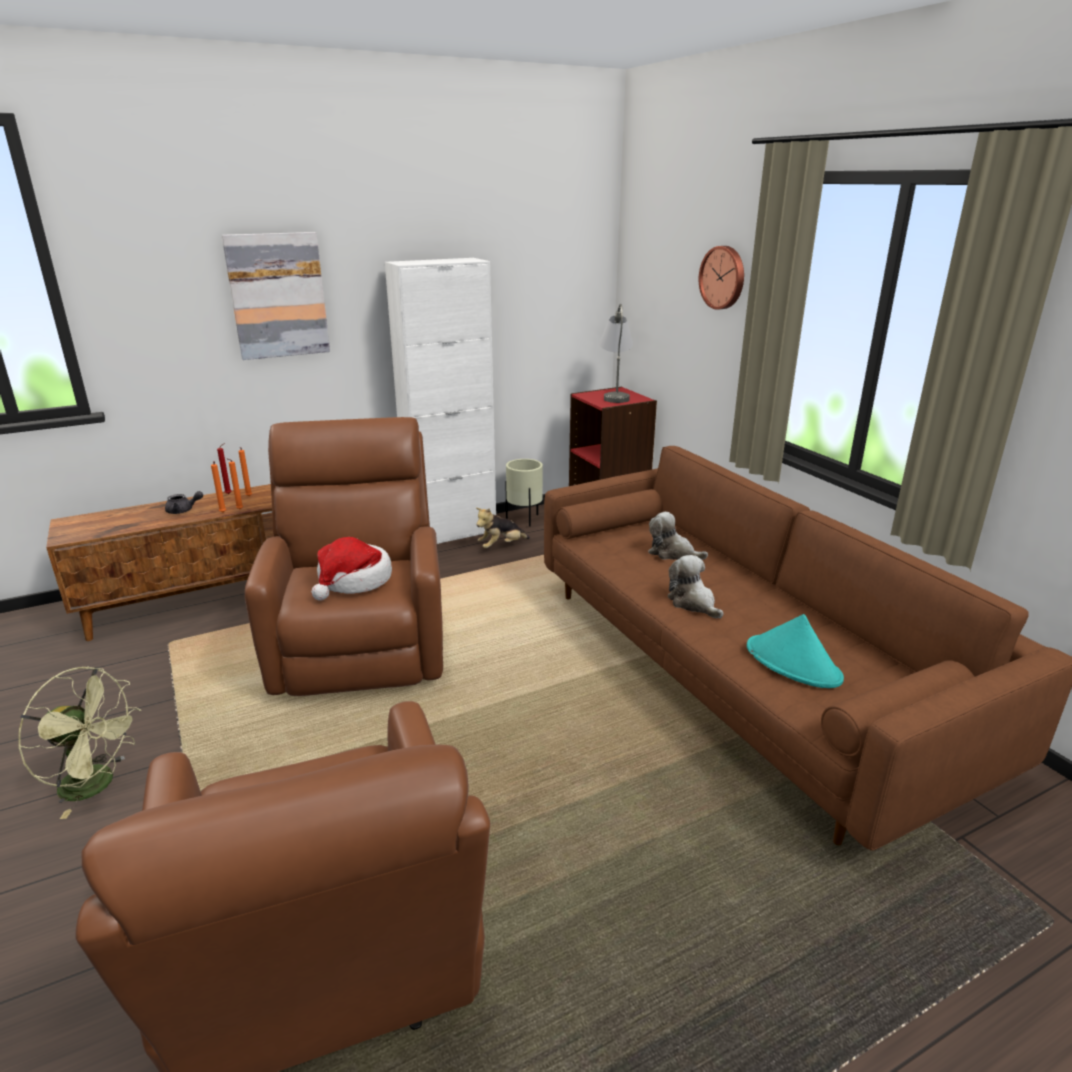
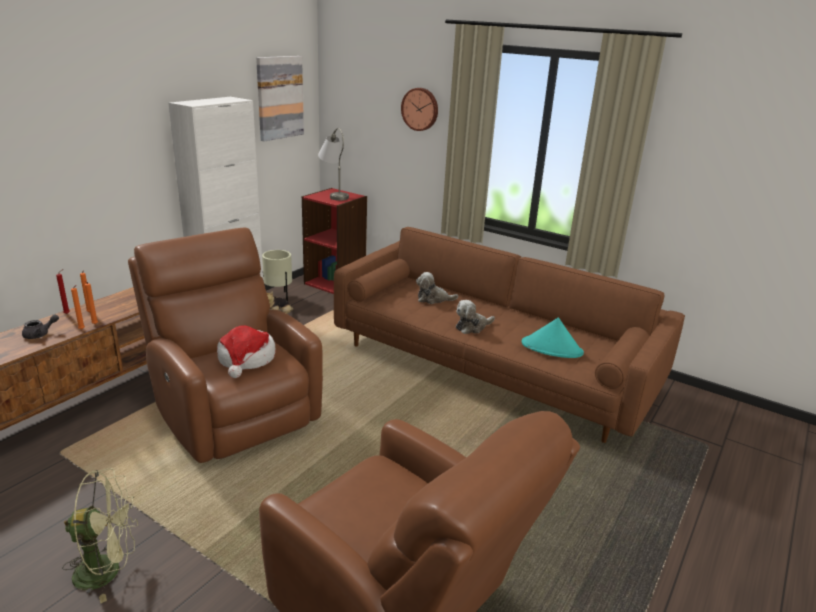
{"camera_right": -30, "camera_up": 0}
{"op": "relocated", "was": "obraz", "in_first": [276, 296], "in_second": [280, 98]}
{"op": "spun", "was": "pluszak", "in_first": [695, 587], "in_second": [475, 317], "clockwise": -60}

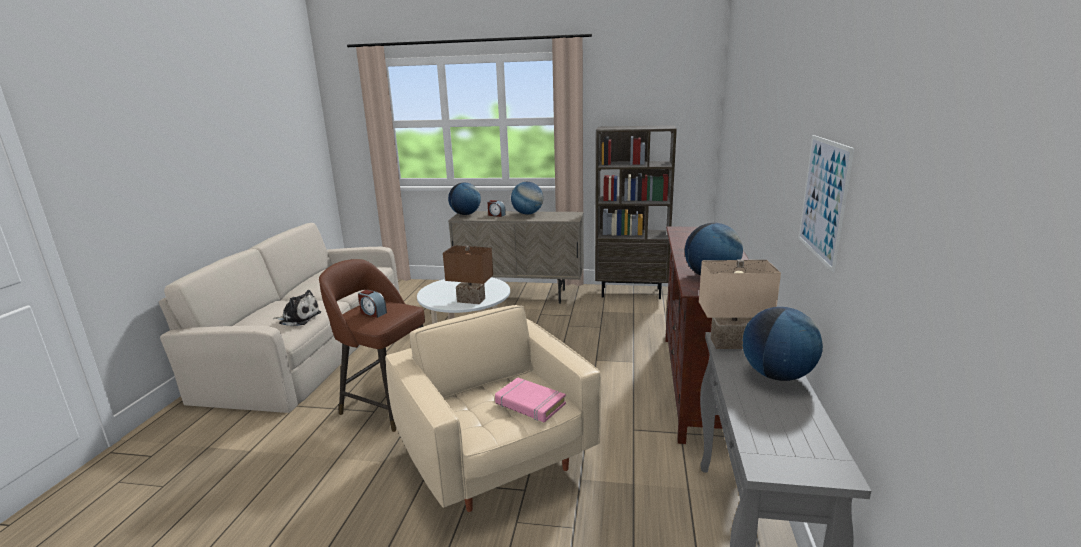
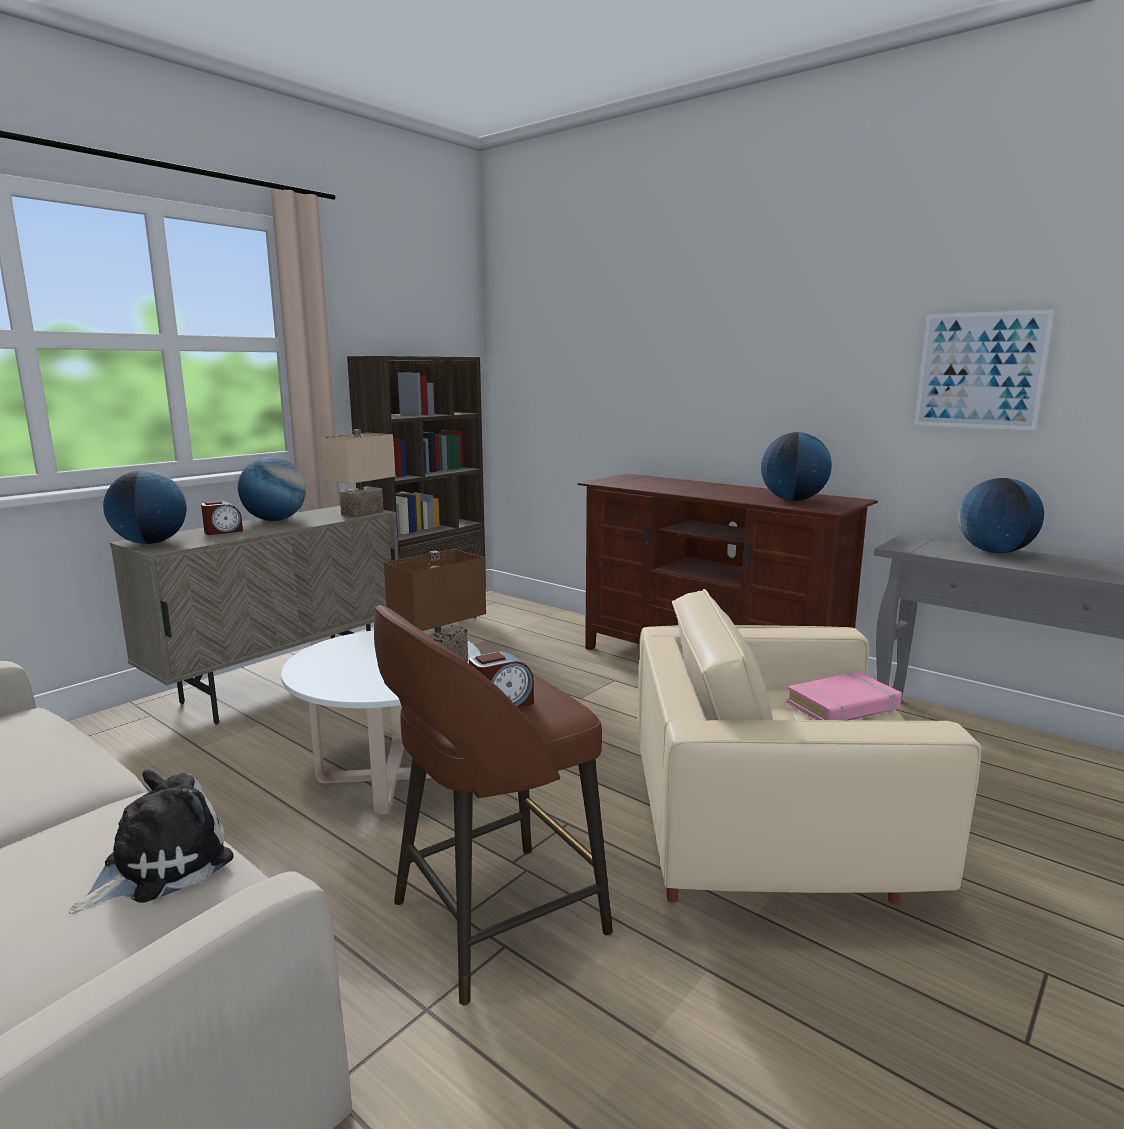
{"camera_right": -60, "camera_up": -5}
{"op": "relocated", "was": "lampa stołowa [beżowy]", "in_first": [740, 304], "in_second": [357, 473]}

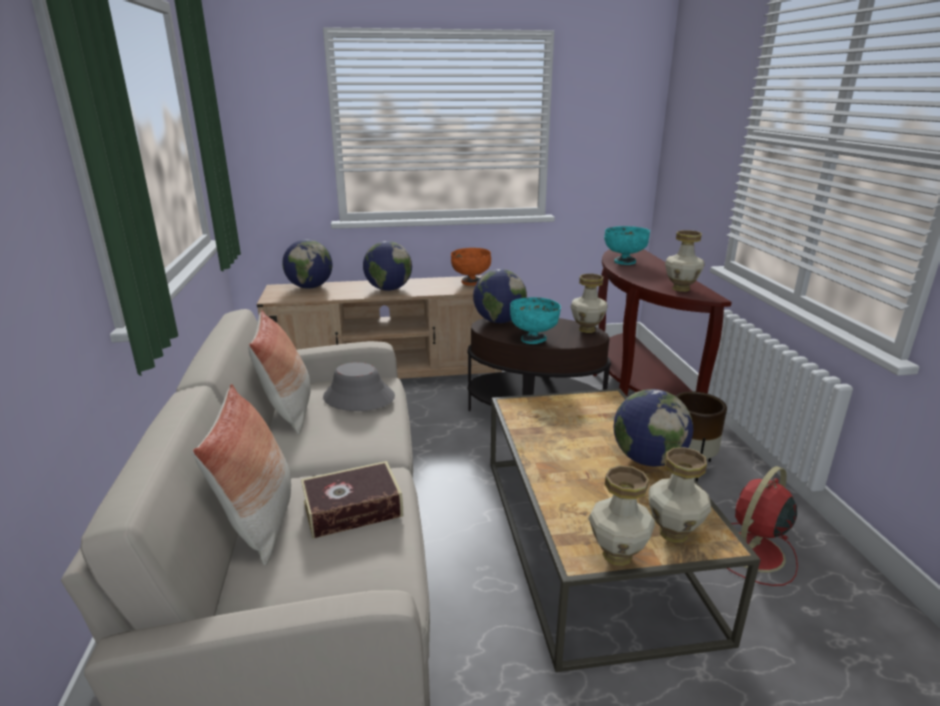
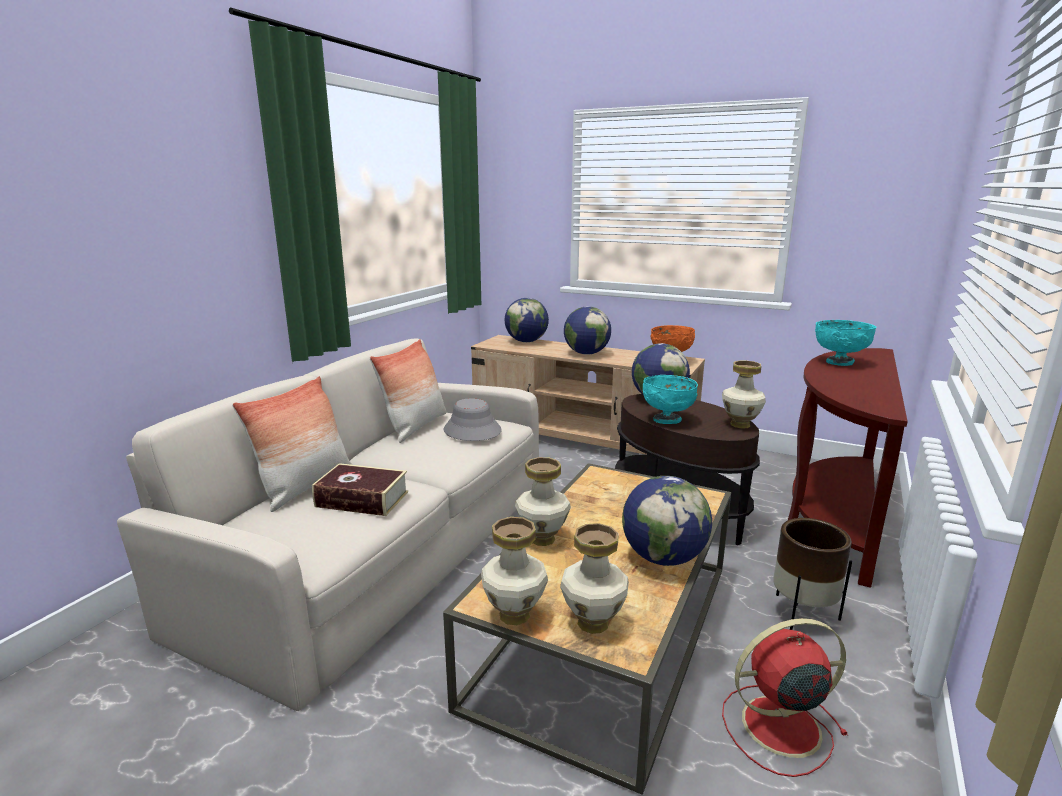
{"camera_right": 35, "camera_up": -5}
{"op": "relocated", "was": "wazon", "in_first": [684, 261], "in_second": [543, 501]}

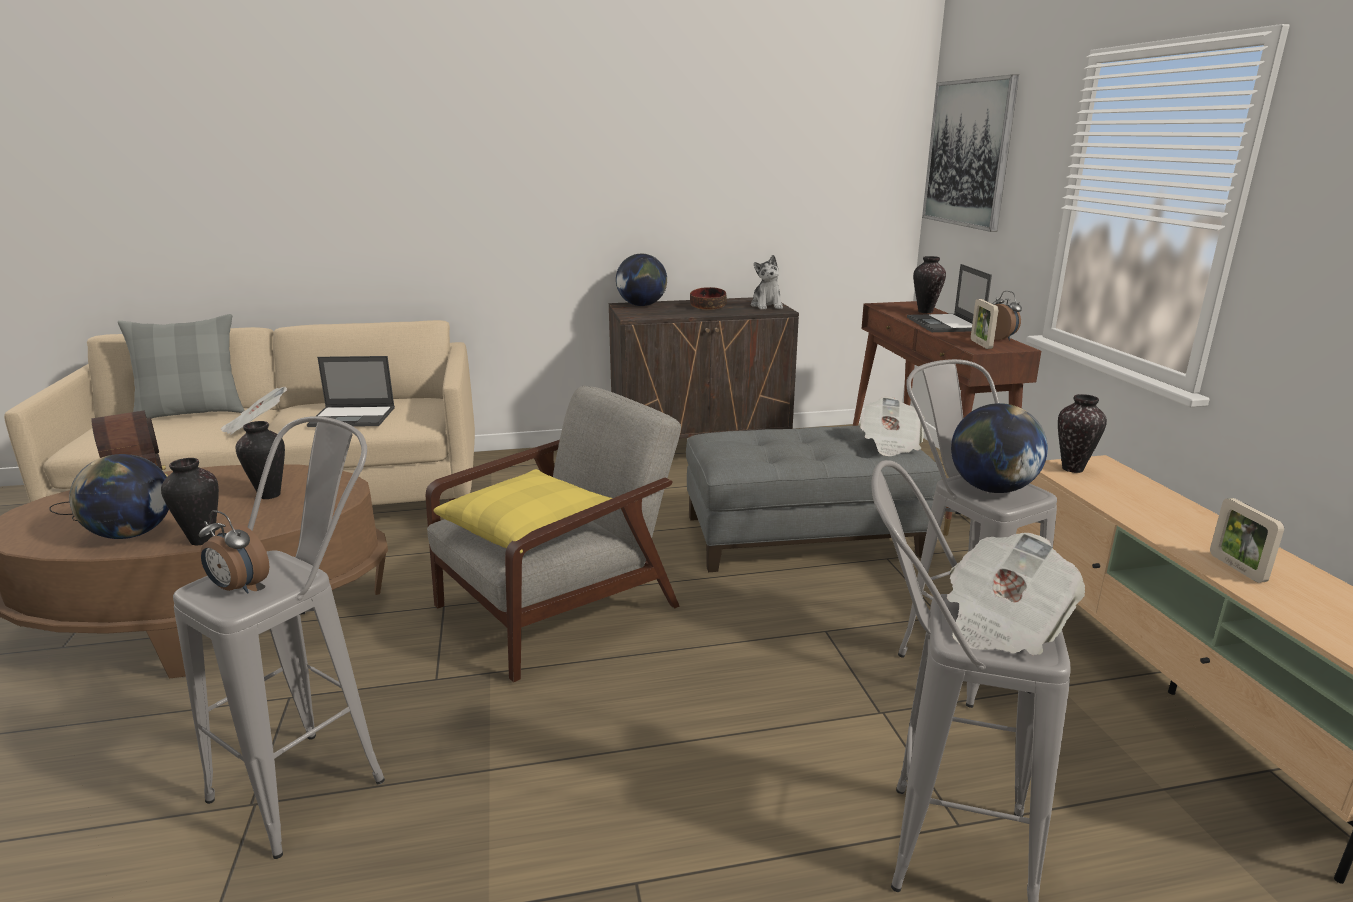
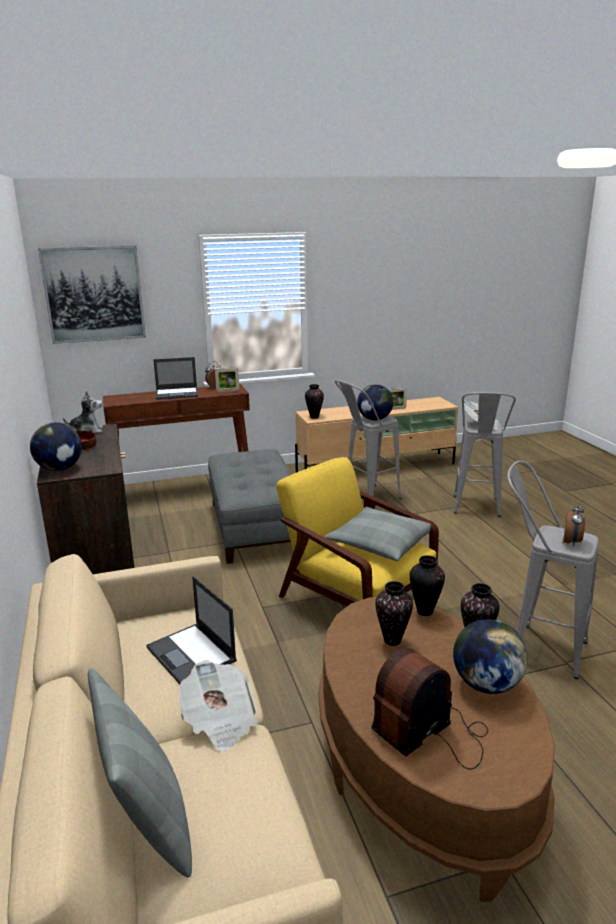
{"camera_right": -95, "camera_up": 0}
{"op": "relocated", "was": "wazon", "in_first": [929, 284], "in_second": [427, 585]}
{"op": "spun", "was": "laptop", "in_first": [351, 391], "in_second": [191, 630], "clockwise": 150}
{"op": "colour", "was": "fotel [szary]", "now": "fotel [żółty]", "in_first": [553, 534], "in_second": [357, 531]}
{"op": "missing", "was": "gazeta", "in_first": [892, 426]}
{"op": "colour", "was": "poduszka [żółty]", "now": "poduszka [szary]", "in_first": [522, 511], "in_second": [377, 534]}

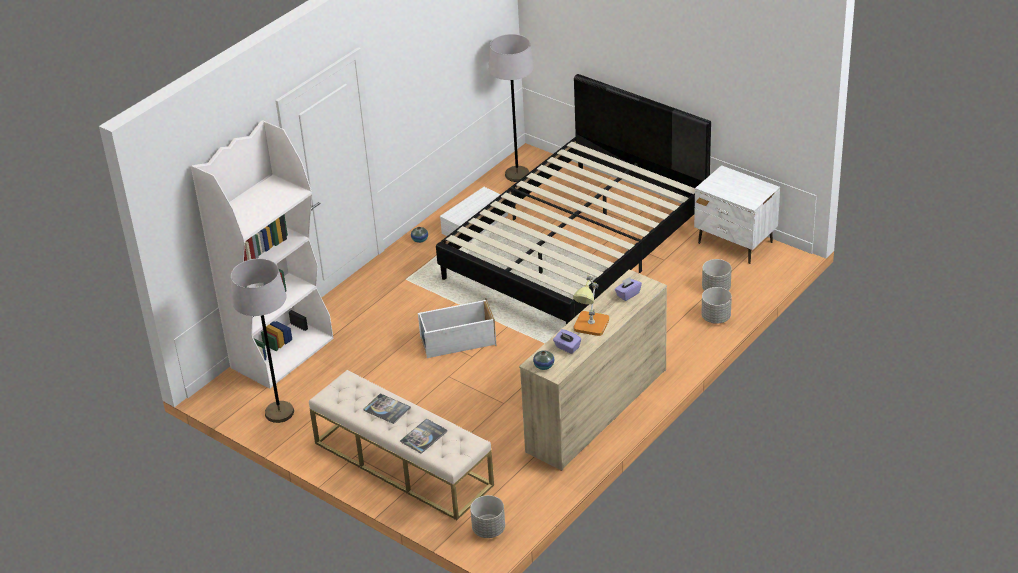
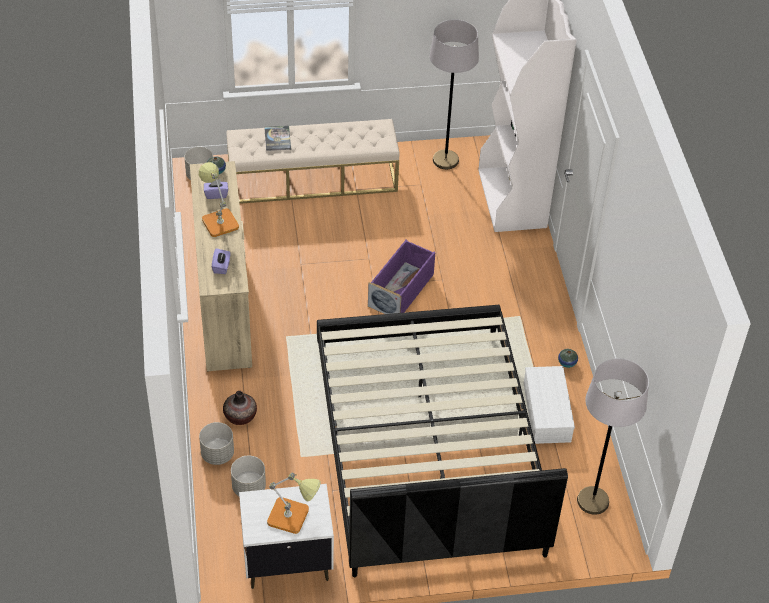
{"camera_right": 130, "camera_up": 10}
{"op": "colour", "was": "pojemnik do przechowywania [biały]", "now": "pojemnik do przechowywania [fioletowy]", "in_first": [457, 328], "in_second": [401, 277]}
{"op": "missing", "was": "książka", "in_first": [387, 408]}
{"op": "appeared", "now": "wazon", "in_second": [240, 408]}
{"op": "appeared", "now": "lampa stołowa", "in_second": [294, 503]}

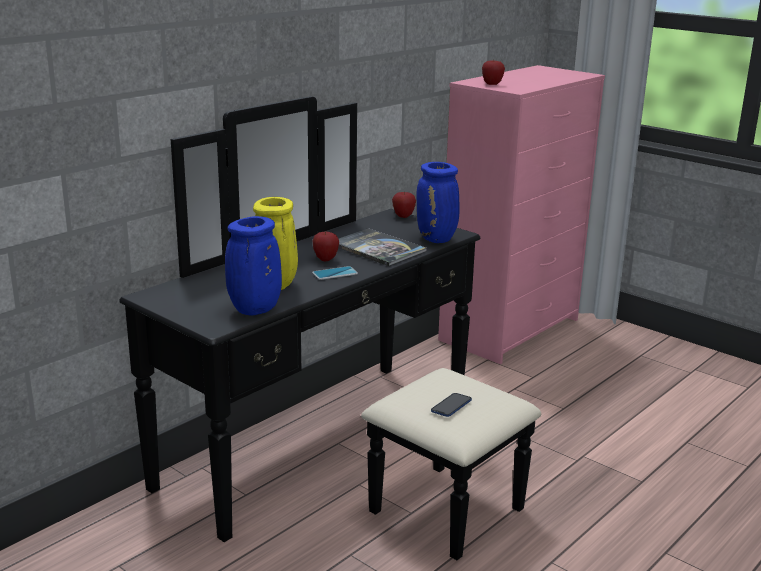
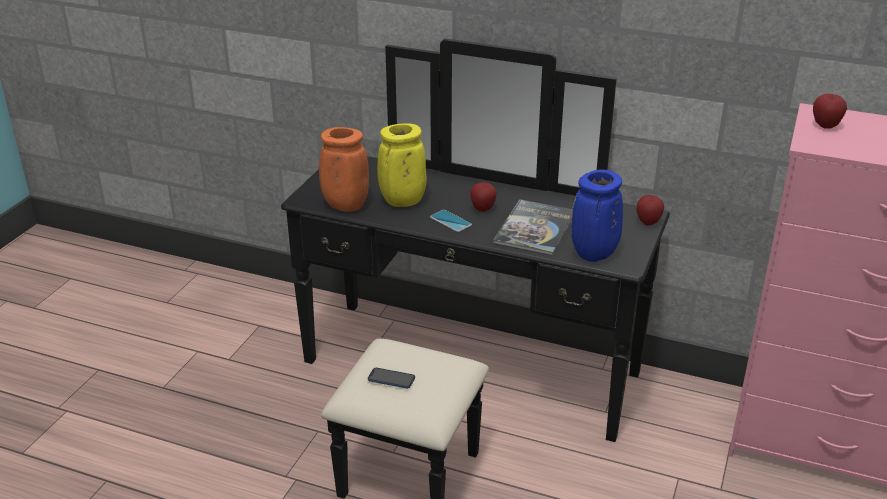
{"camera_right": 70, "camera_up": 10}
{"op": "colour", "was": "wazon [niebieski]", "now": "wazon [pomarańczowy]", "in_first": [253, 266], "in_second": [344, 169]}

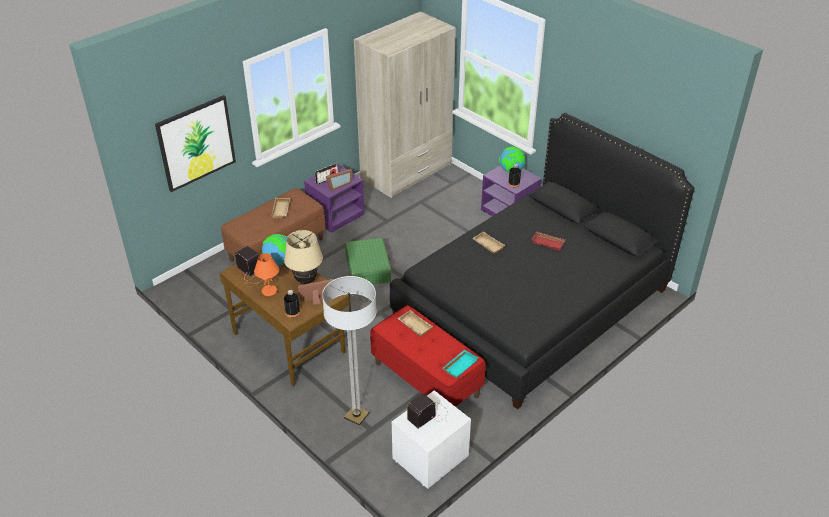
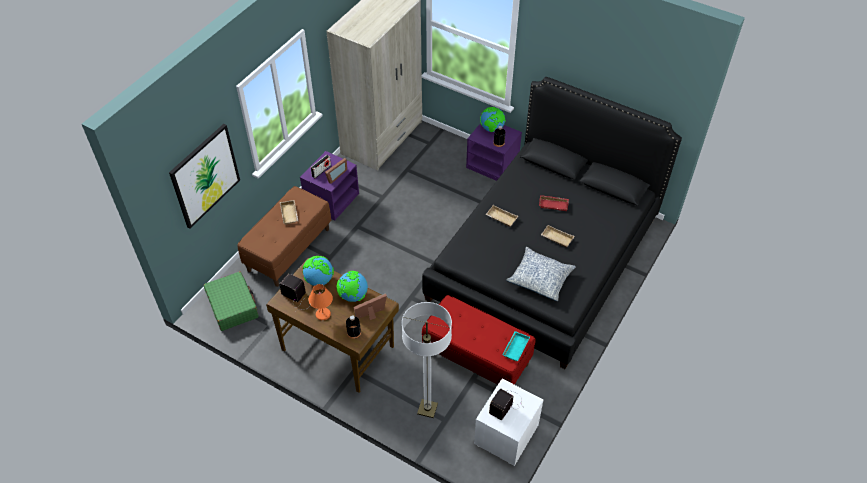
{"camera_right": -15, "camera_up": 10}
{"op": "exchanged", "was": "lampa stołowa [beżowy]", "now": "globus", "in_first": [303, 257], "in_second": [352, 286]}
{"op": "relocated", "was": "walizka [zielony]", "in_first": [368, 261], "in_second": [231, 301]}
{"op": "relocated", "was": "taca [beżowy]", "in_first": [415, 323], "in_second": [557, 236]}
{"op": "appeared", "now": "poduszka", "in_second": [541, 274]}

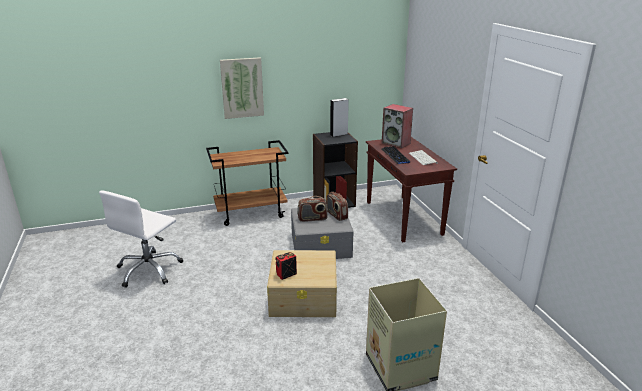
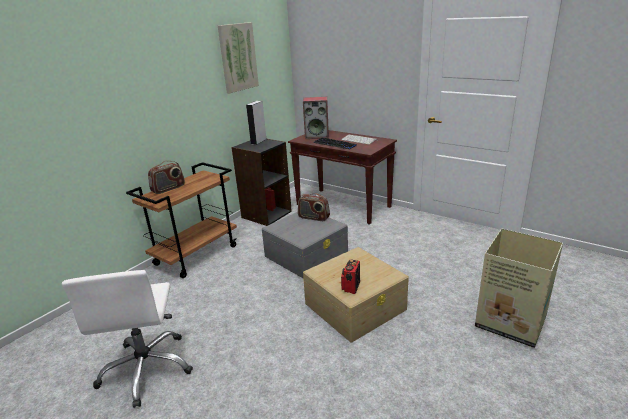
{"camera_right": -35, "camera_up": 0}
{"op": "relocated", "was": "obraz", "in_first": [242, 88], "in_second": [238, 57]}
{"op": "relocated", "was": "radio", "in_first": [312, 209], "in_second": [166, 177]}

